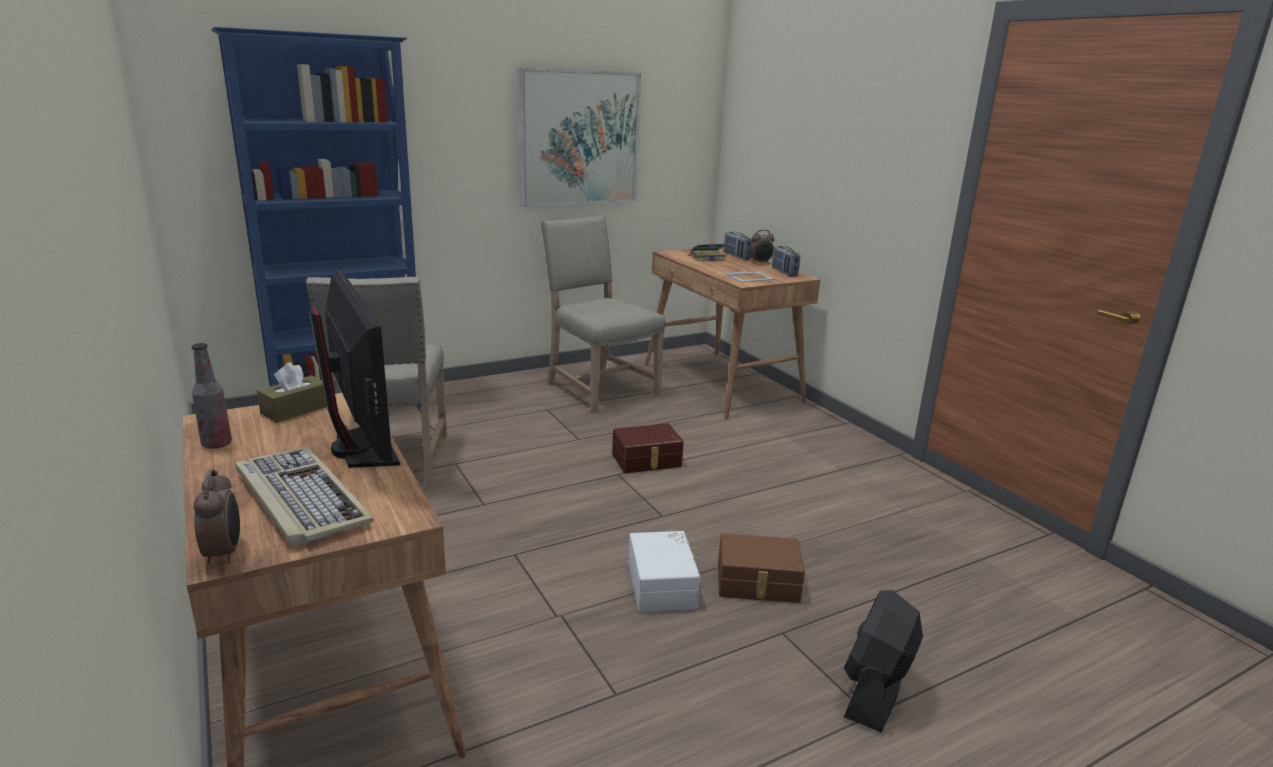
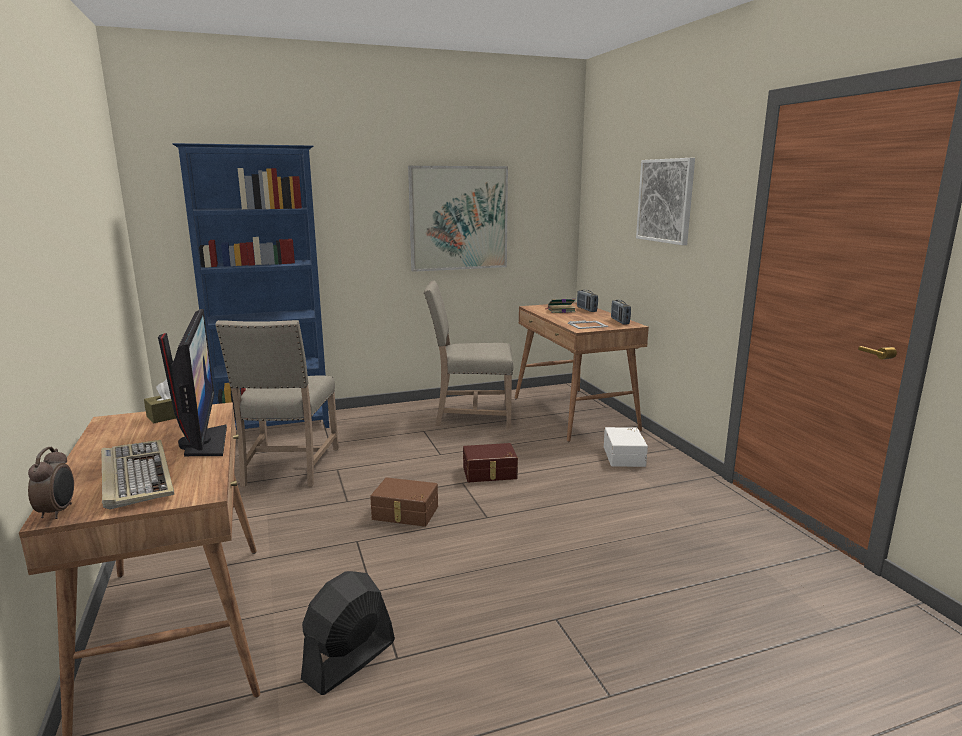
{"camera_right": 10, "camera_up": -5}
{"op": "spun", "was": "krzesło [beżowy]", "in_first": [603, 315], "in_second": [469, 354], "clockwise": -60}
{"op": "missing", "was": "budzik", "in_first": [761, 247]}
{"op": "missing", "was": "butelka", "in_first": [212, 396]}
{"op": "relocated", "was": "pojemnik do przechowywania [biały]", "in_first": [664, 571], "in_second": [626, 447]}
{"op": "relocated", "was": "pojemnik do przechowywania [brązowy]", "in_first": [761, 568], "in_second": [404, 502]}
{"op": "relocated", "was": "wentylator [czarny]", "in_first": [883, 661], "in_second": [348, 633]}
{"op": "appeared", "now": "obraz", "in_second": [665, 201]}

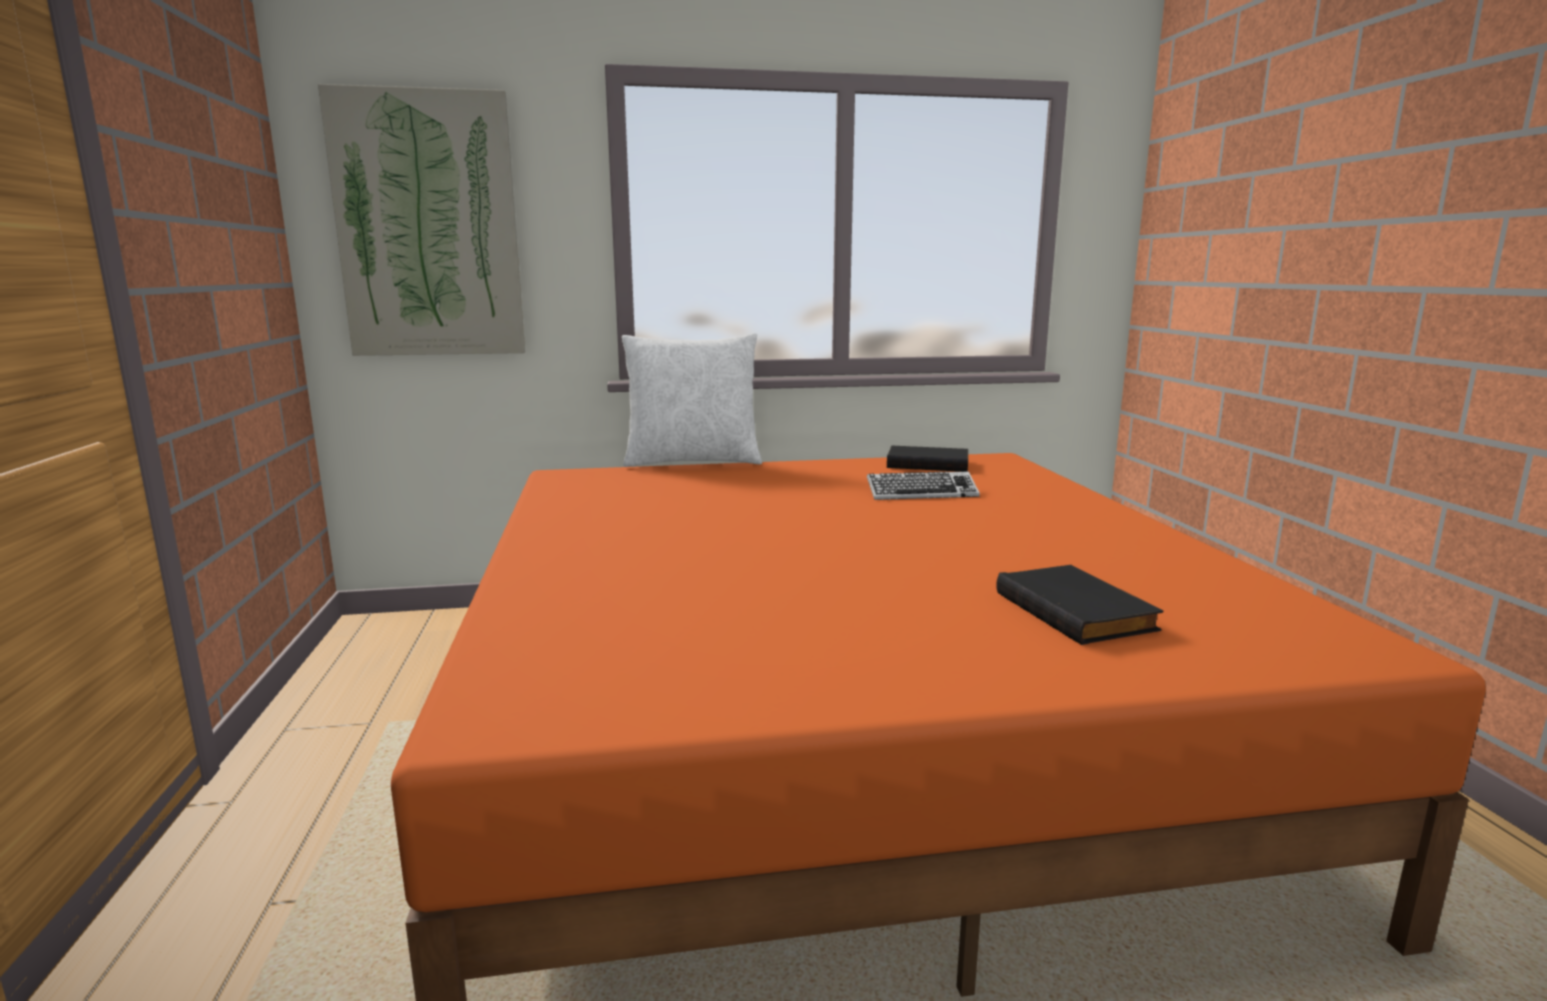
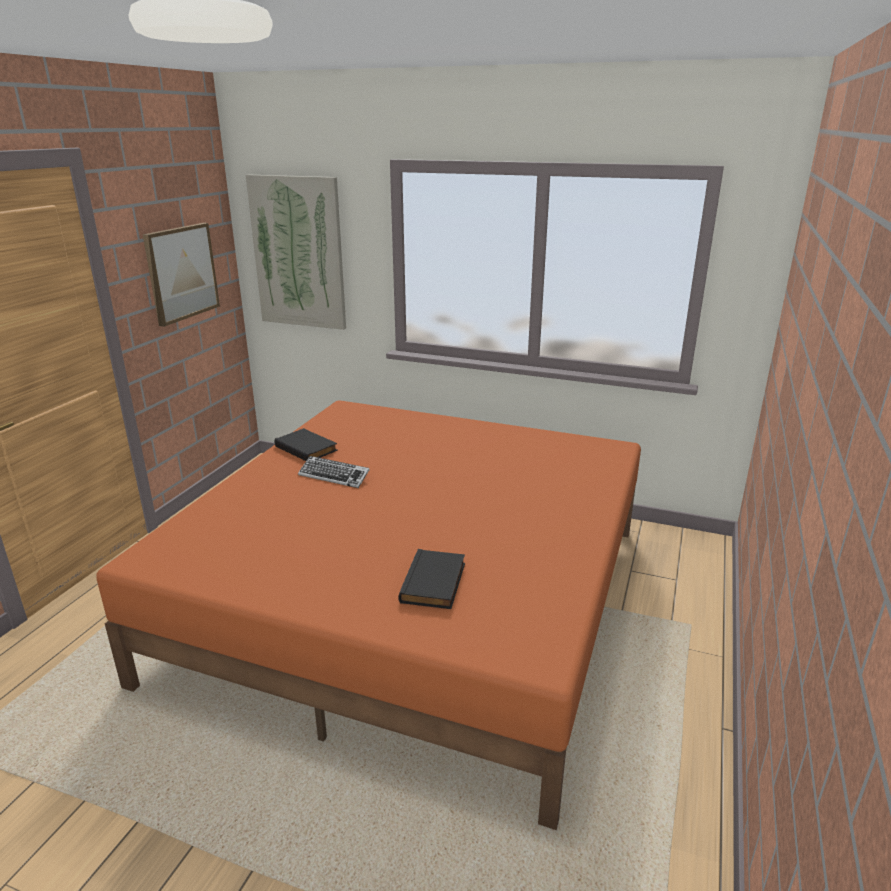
{"camera_right": 30, "camera_up": 10}
{"op": "missing", "was": "poduszka [biały]", "in_first": [692, 400]}
{"op": "relocated", "was": "książka [czarny]", "in_first": [927, 459], "in_second": [306, 444]}
{"op": "relocated", "was": "klawiatura", "in_first": [923, 486], "in_second": [334, 472]}
{"op": "appeared", "now": "obraz", "in_second": [181, 275]}

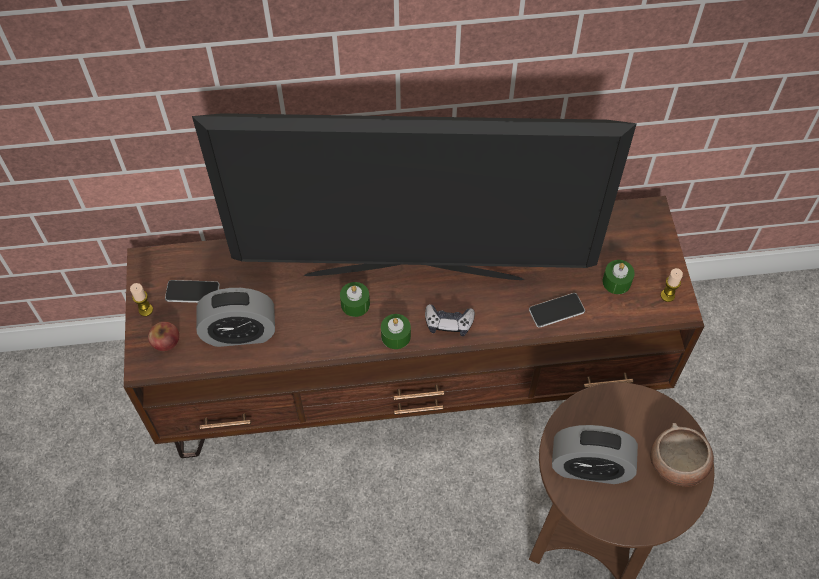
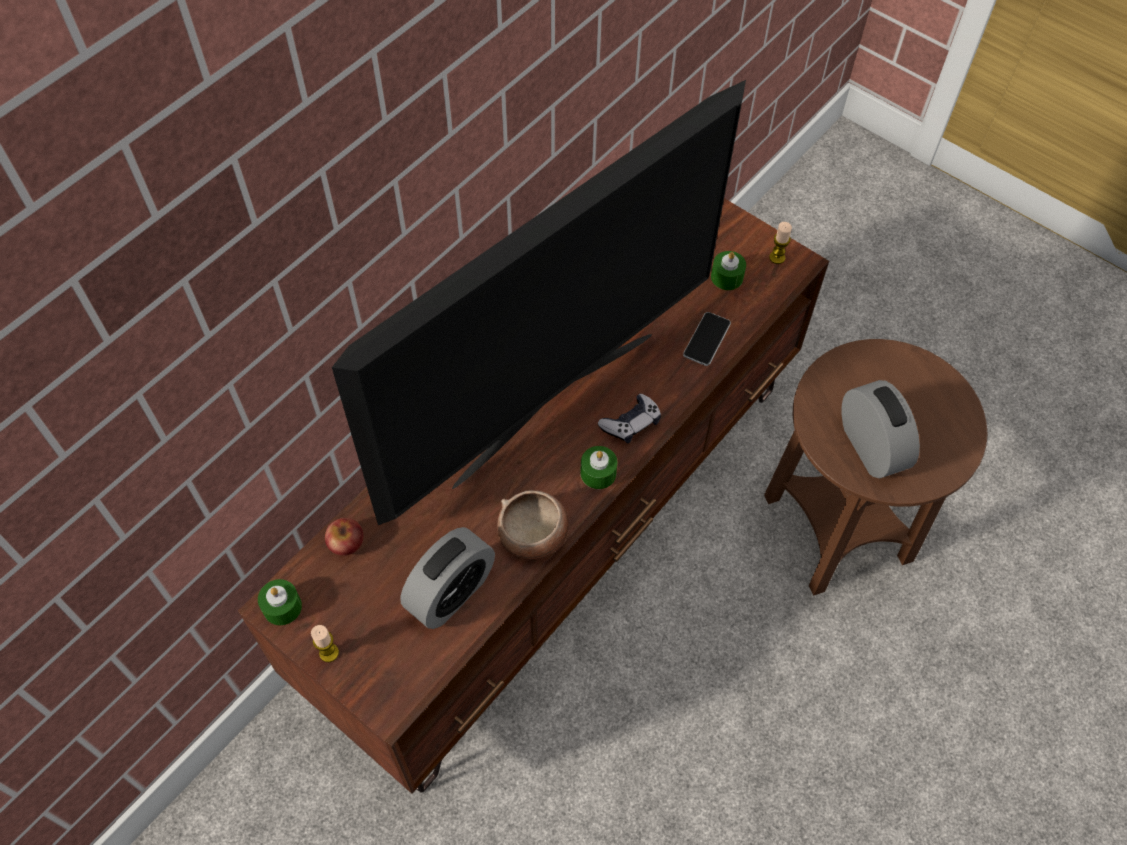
{"camera_right": -45, "camera_up": 0}
{"op": "missing", "was": "telefon", "in_first": [192, 291]}
{"op": "relocated", "was": "świeca [zielony]", "in_first": [355, 299], "in_second": [280, 602]}
{"op": "relocated", "was": "jabłko", "in_first": [163, 336], "in_second": [344, 537]}
{"op": "relocated", "was": "miska", "in_first": [682, 455], "in_second": [533, 524]}
{"op": "spun", "was": "budzik", "in_first": [595, 454], "in_second": [880, 429], "clockwise": -75}

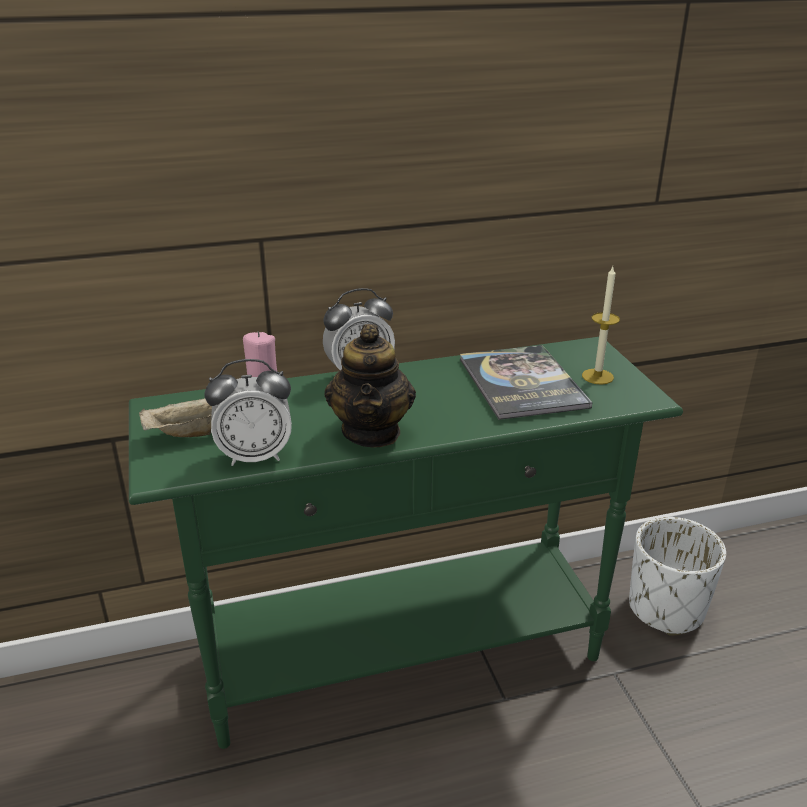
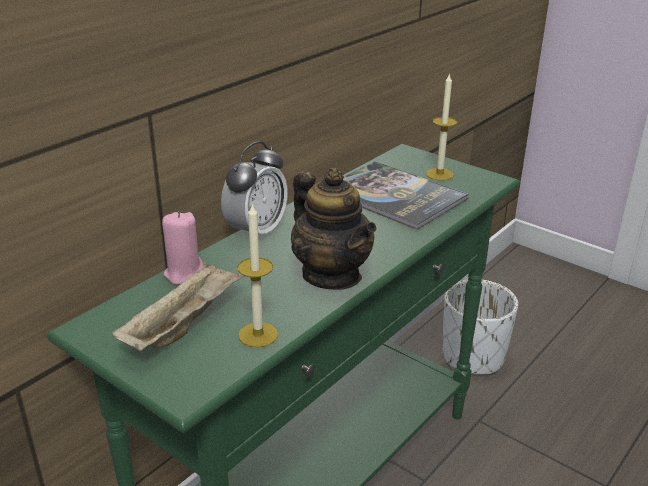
{"camera_right": -35, "camera_up": 0}
{"op": "exchanged", "was": "budzik", "now": "świeca", "in_first": [248, 412], "in_second": [257, 275]}

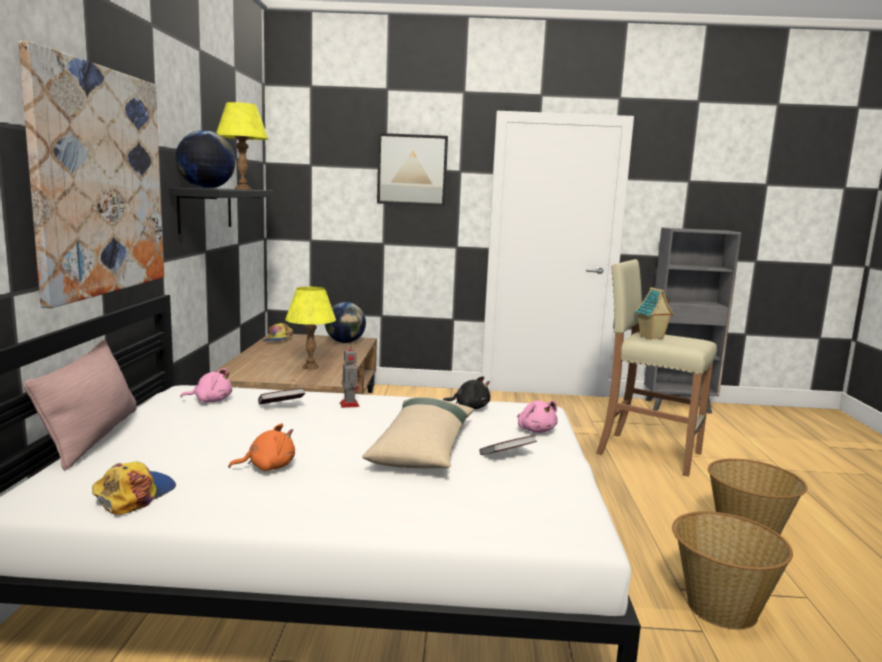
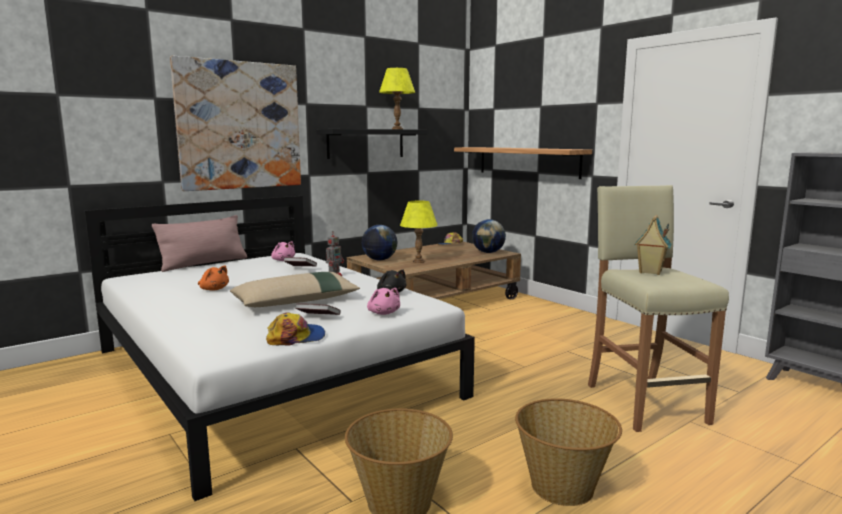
{"camera_right": 50, "camera_up": 0}
{"op": "relocated", "was": "globus", "in_first": [206, 159], "in_second": [380, 243]}
{"op": "missing", "was": "obraz", "in_first": [412, 170]}
{"op": "spun", "was": "pluszak [różowy]", "in_first": [537, 416], "in_second": [383, 301], "clockwise": -45}
{"op": "relocated", "was": "czapka z daszkiem", "in_first": [134, 488], "in_second": [295, 328]}
{"op": "appeared", "now": "półka", "in_second": [523, 163]}

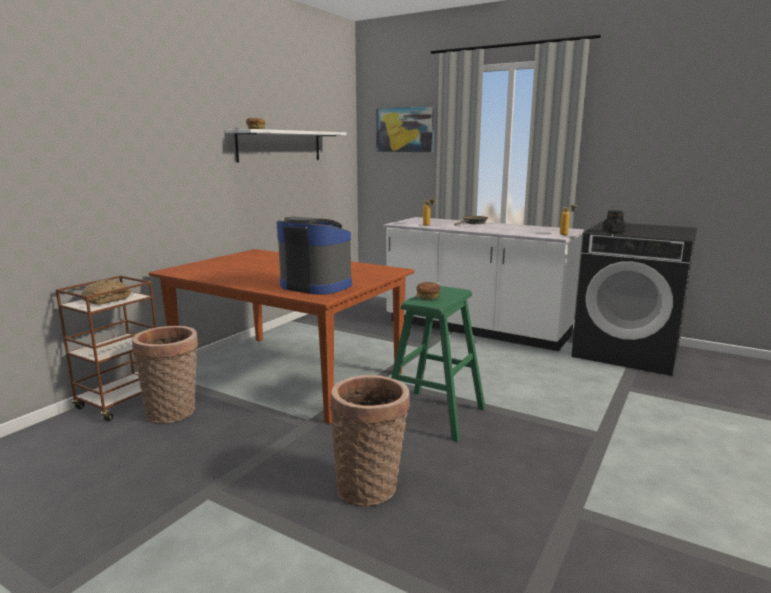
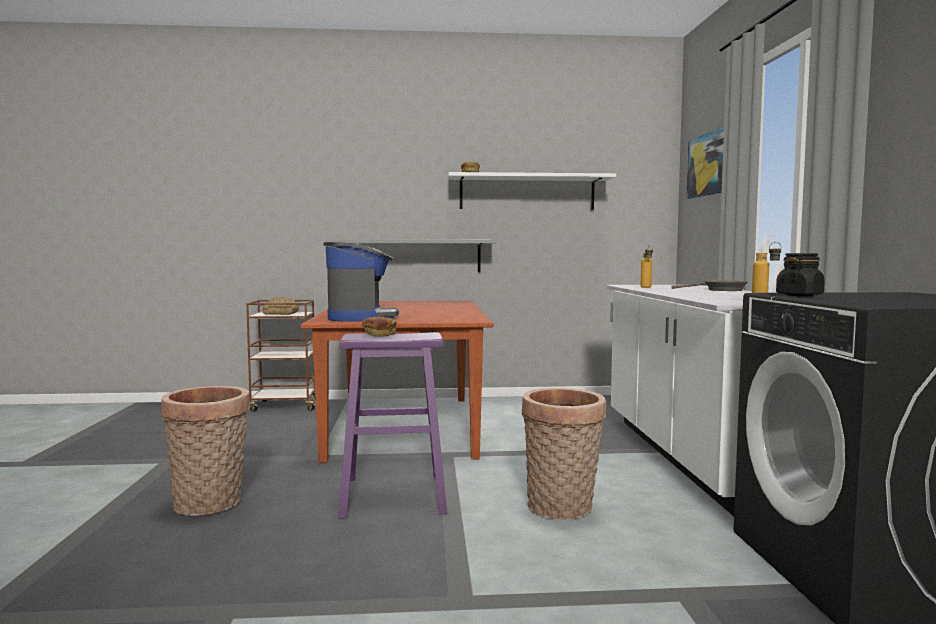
{"camera_right": 55, "camera_up": -10}
{"op": "colour", "was": "stołek [zielony]", "now": "stołek [fioletowy]", "in_first": [438, 364], "in_second": [392, 425]}
{"op": "relocated", "was": "koszyk", "in_first": [165, 374], "in_second": [564, 454]}
{"op": "appeared", "now": "półka [szary]", "in_second": [411, 255]}

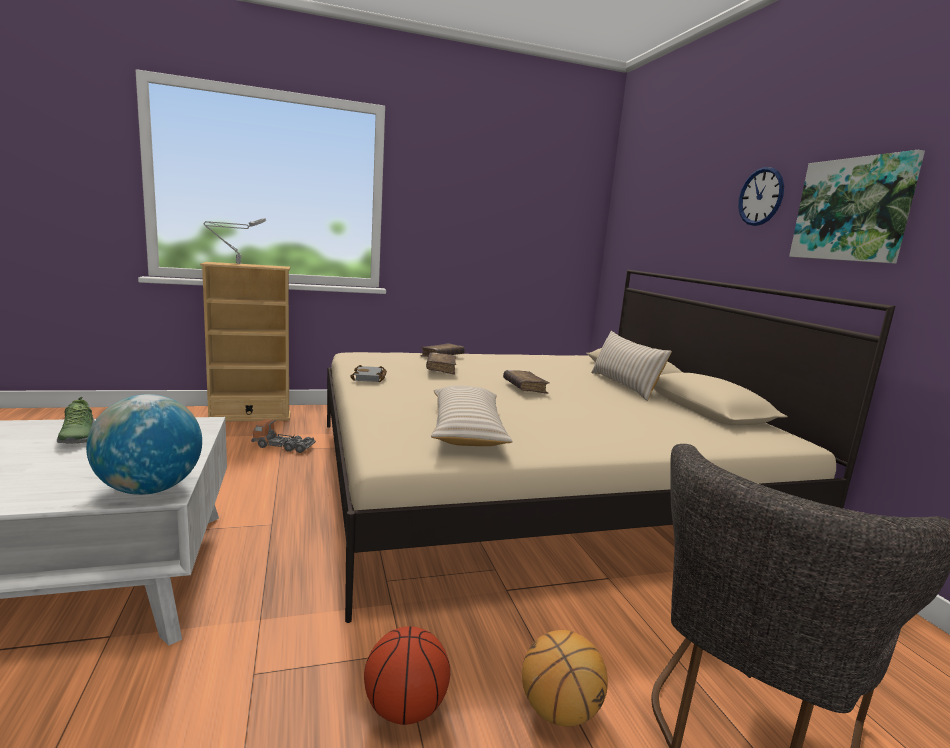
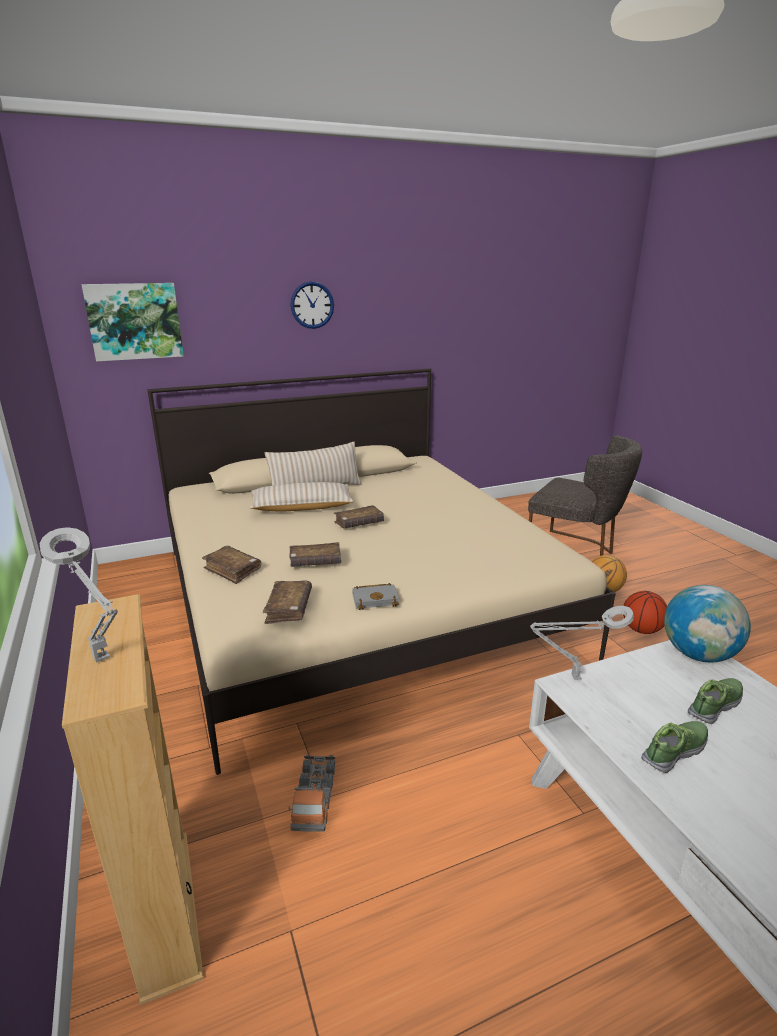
{"camera_right": -95, "camera_up": 10}
{"op": "relocated", "was": "obraz", "in_first": [857, 207], "in_second": [133, 322]}
{"op": "relocated", "was": "poduszka [beżowy]", "in_first": [472, 416], "in_second": [302, 496]}
{"op": "appeared", "now": "książka [brązowy]", "in_second": [287, 602]}
{"op": "appeared", "now": "lampa stołowa [szary]", "in_second": [582, 643]}
{"op": "appeared", "now": "but", "in_second": [715, 701]}

